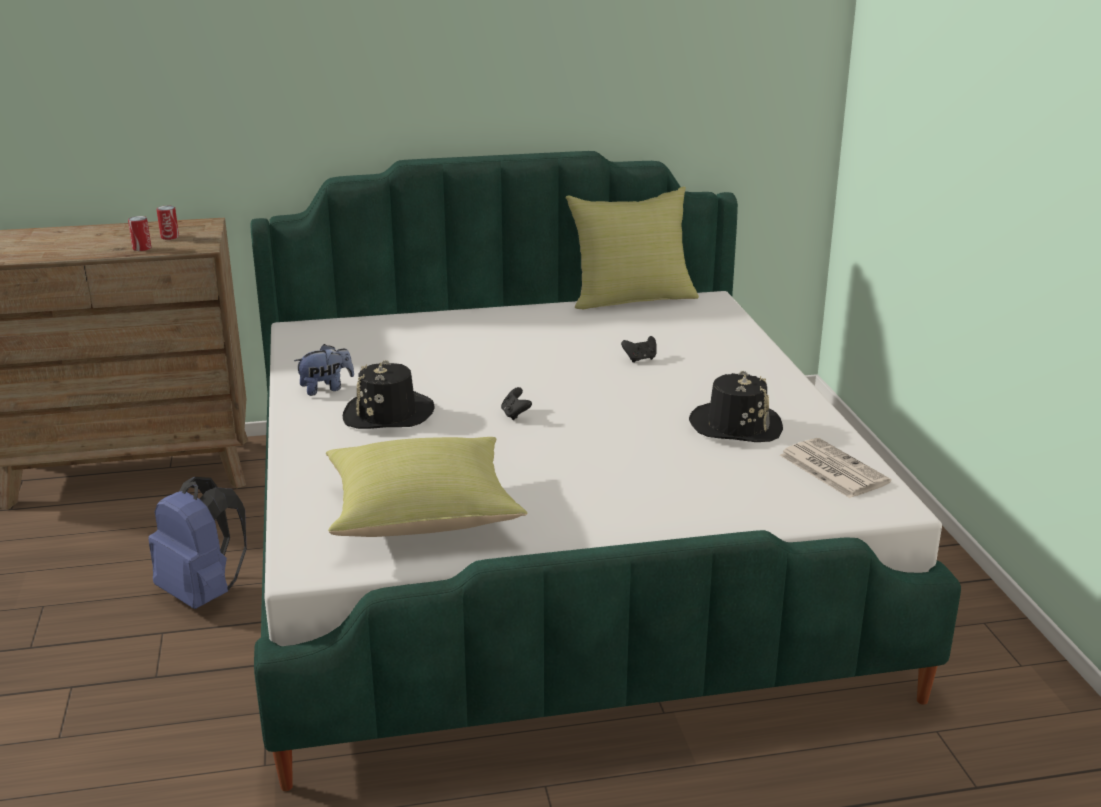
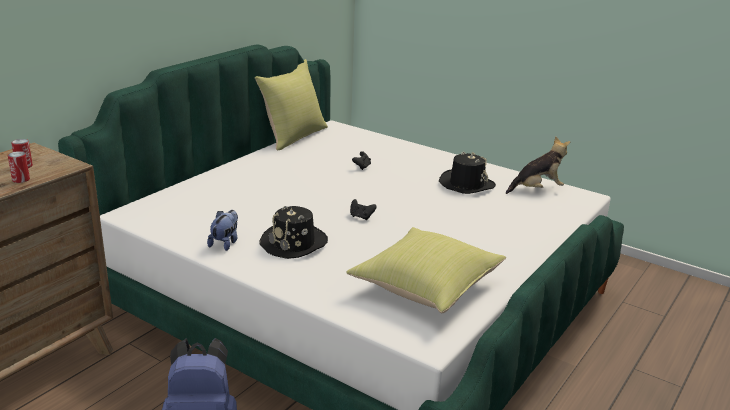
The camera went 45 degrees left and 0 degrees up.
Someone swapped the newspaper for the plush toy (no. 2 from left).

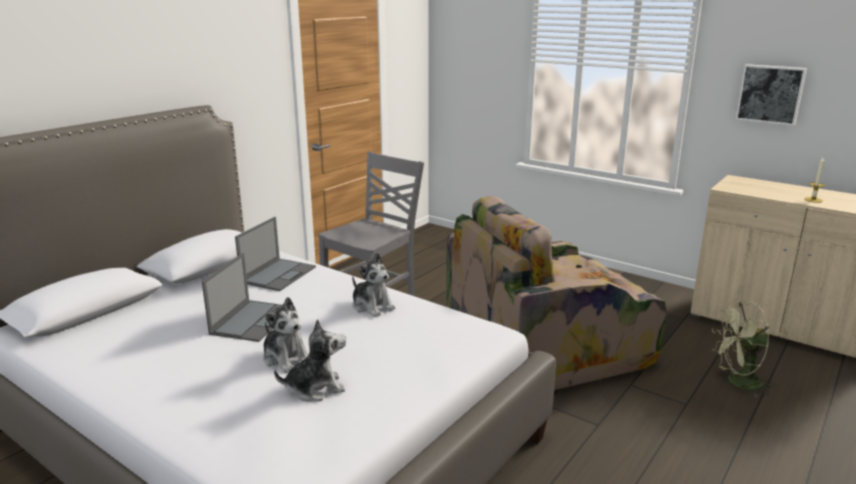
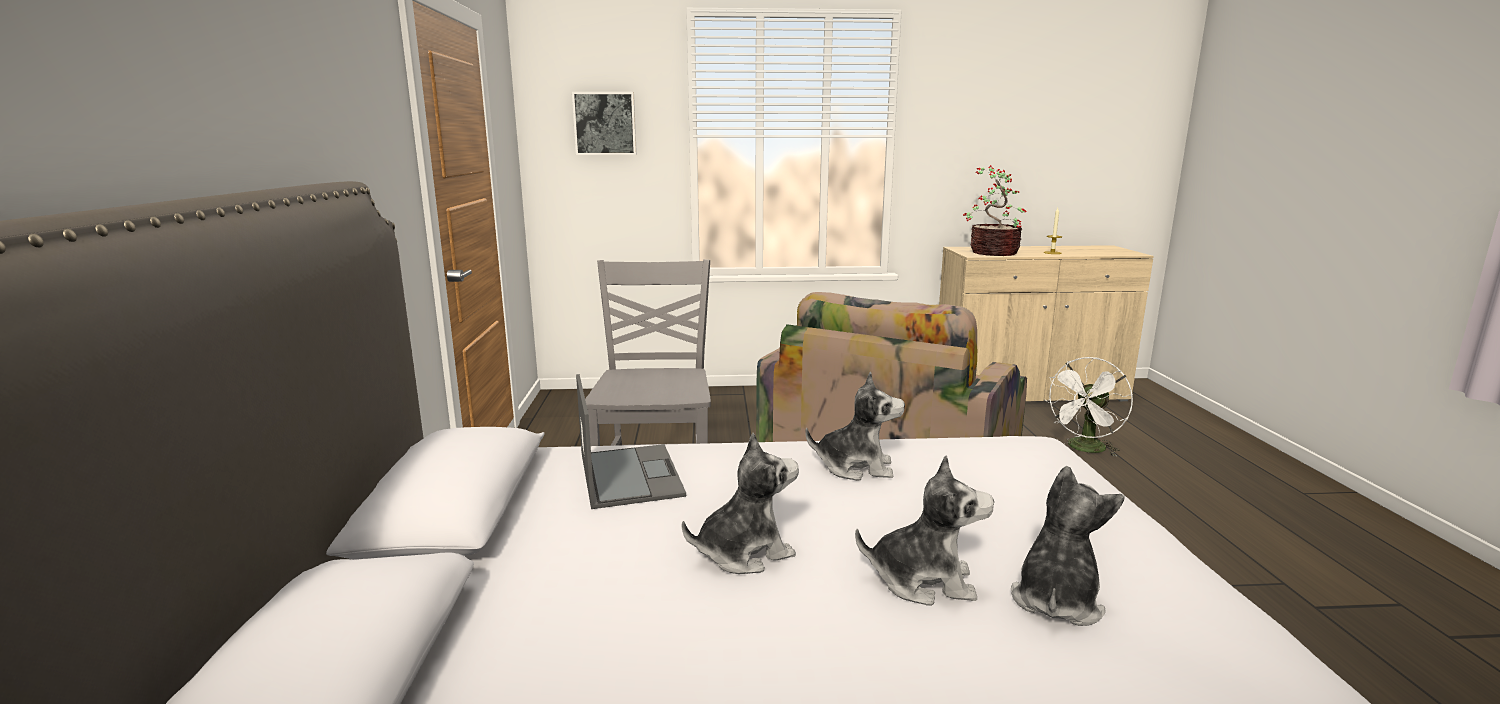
The camera went 40 degrees left and 5 degrees down.
Someone carried the wall picture.
Someone swapped the laptop (no. 1 from left) for the plush toy (no. 1 from left).
Someone repainted the green fan, which became the whitish fan.
Someone put down the potted plant.

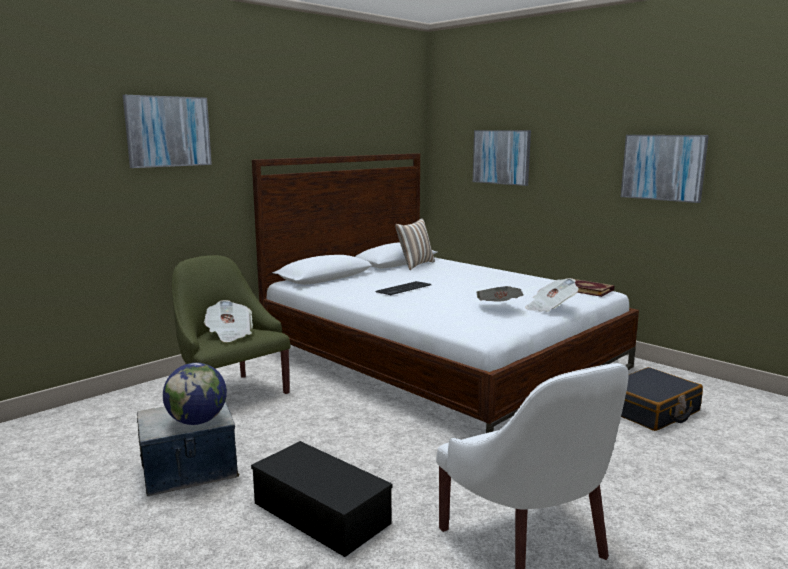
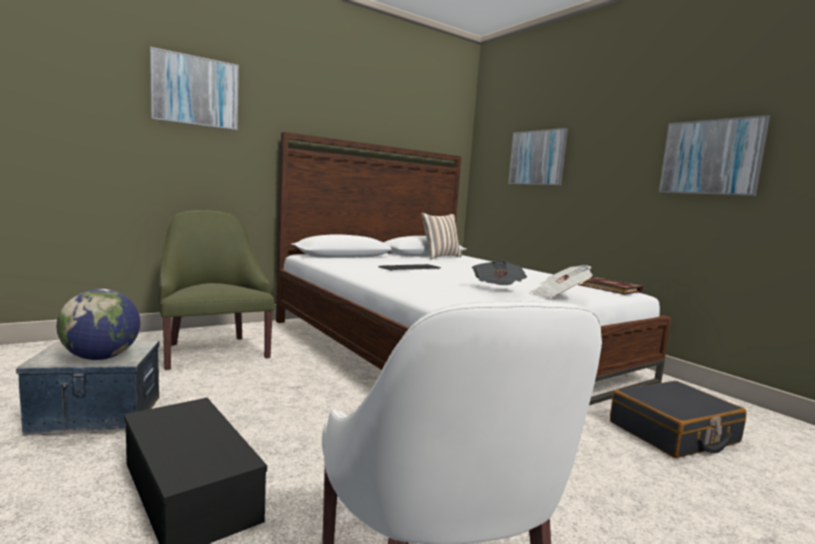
The camera went 10 degrees right and 5 degrees down.
Someone took away the newspaper (no. 1 from left).

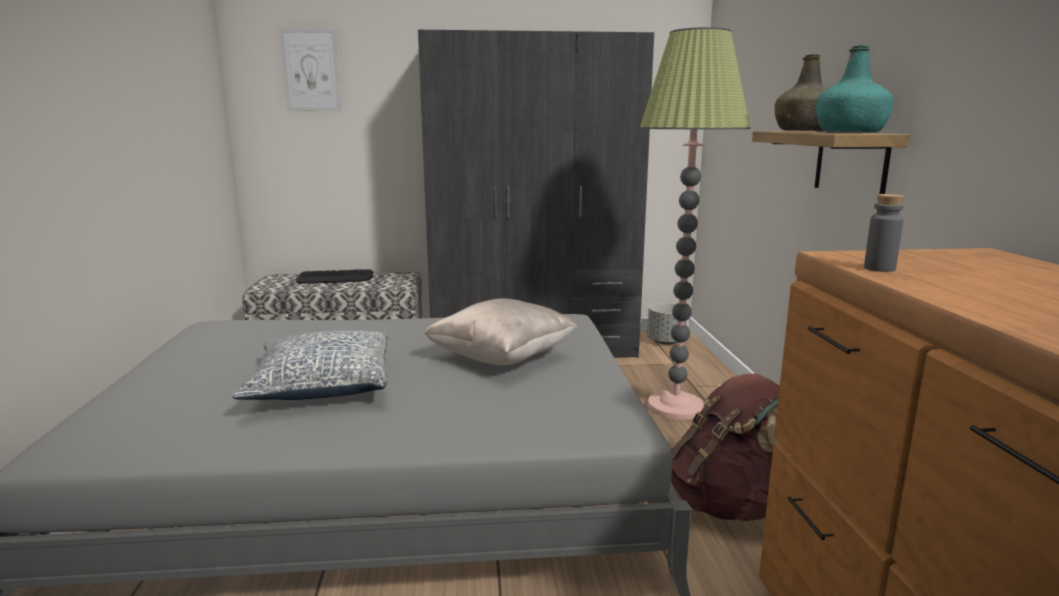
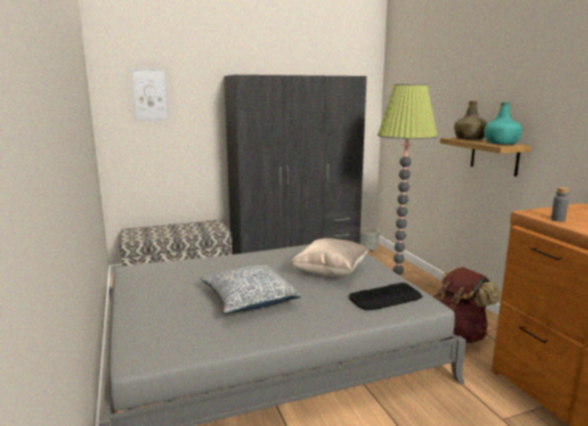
The camera went 15 degrees left and 0 degrees up.
Someone carried the keyboard.

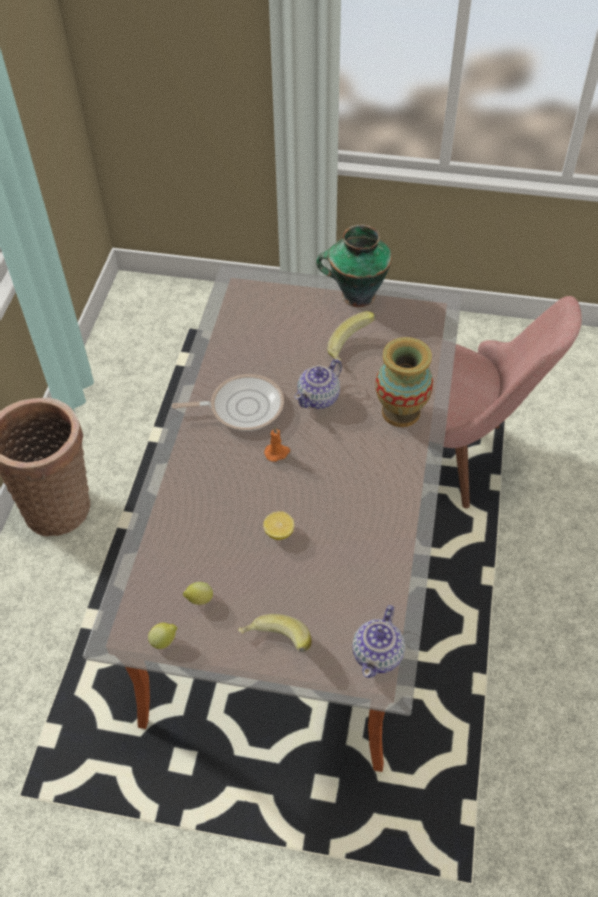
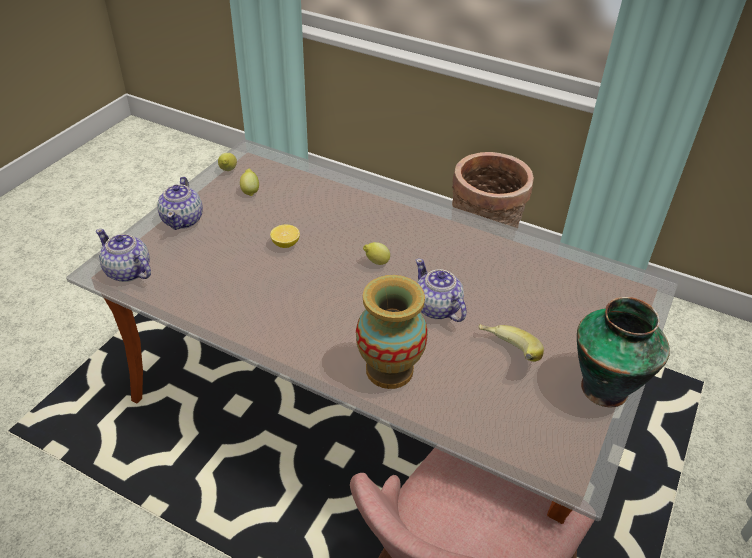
The camera went 105 degrees right and 10 degrees down.
Someone took away the pan.
Someone swapped the orangey wax candle for the whole lemon (no. 4 from left).
Someone swapped the banana (no. 1 from left) for the tea pot (no. 2 from left).

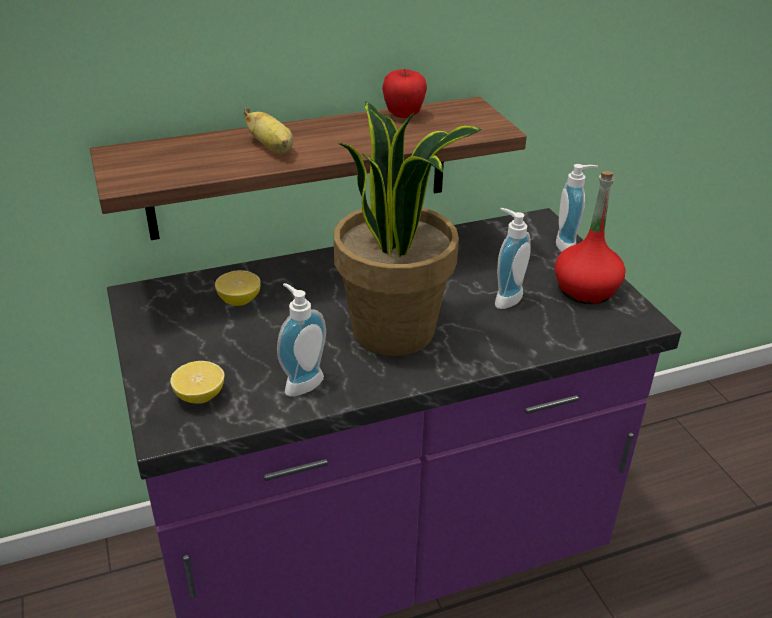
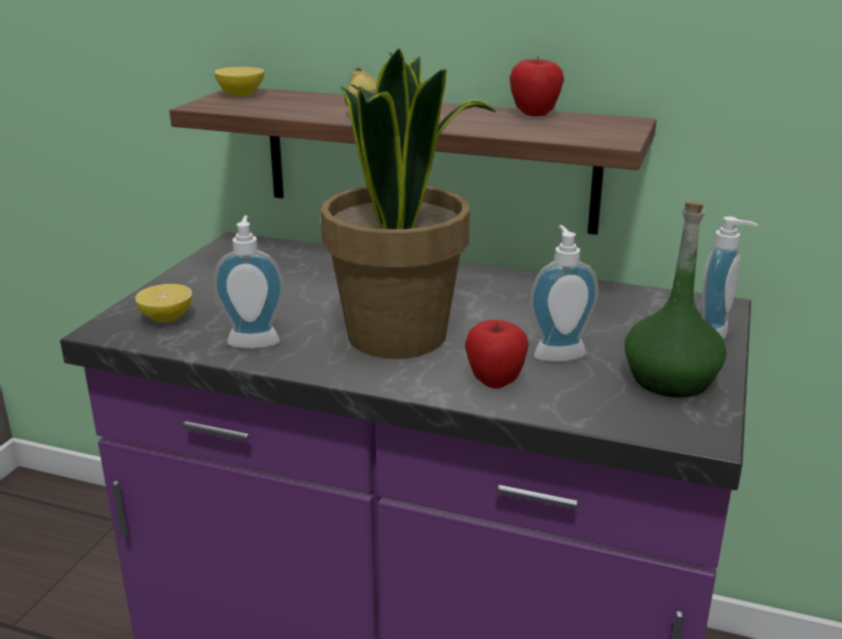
The camera went 40 degrees right and 10 degrees down.
Someone repainted the reddish drink bottle, which became the green drink bottle.
Someone carried the whole lemon (no. 2 from left).
Someone put down the apple (no. 1 from left).

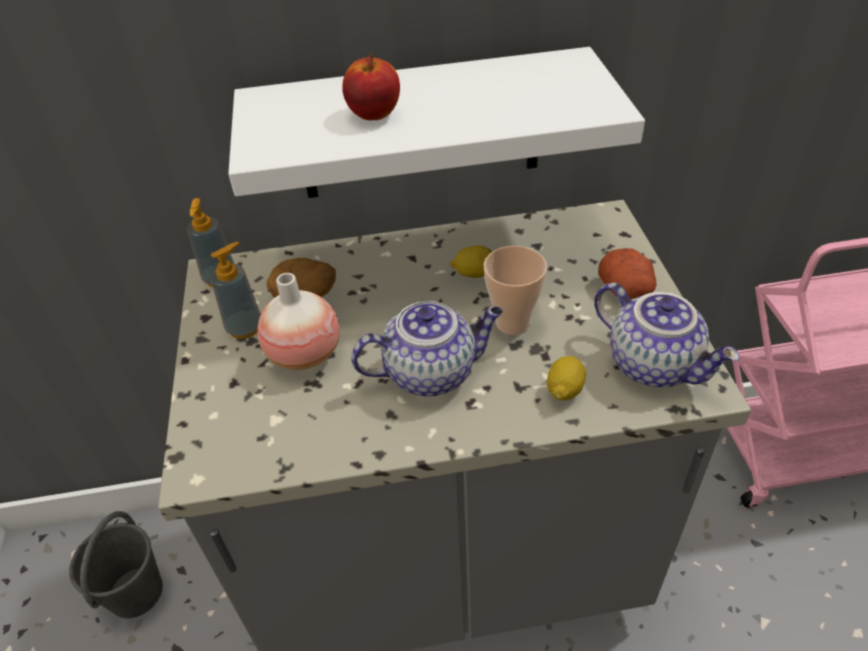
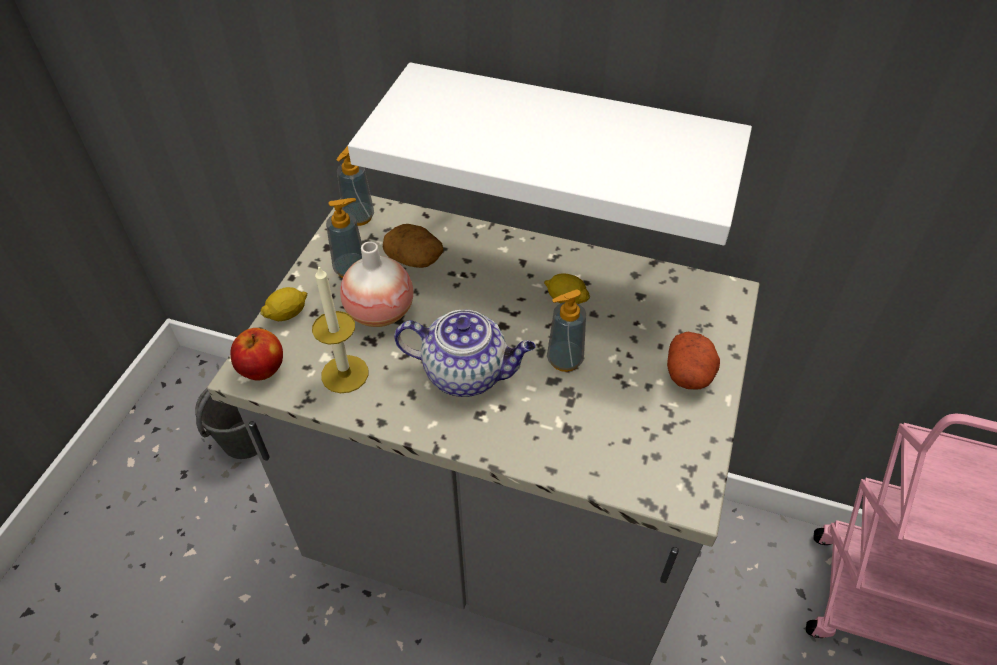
The camera went 25 degrees right and 5 degrees up.
Someone carried the apple.
Someone swapped the cup for the soap dispenser (no. 3 from left).
Someone took away the tea pot (no. 2 from left).
Someone carried the whole lemon (no. 2 from left in the first image).
Someone put down the wax candle.

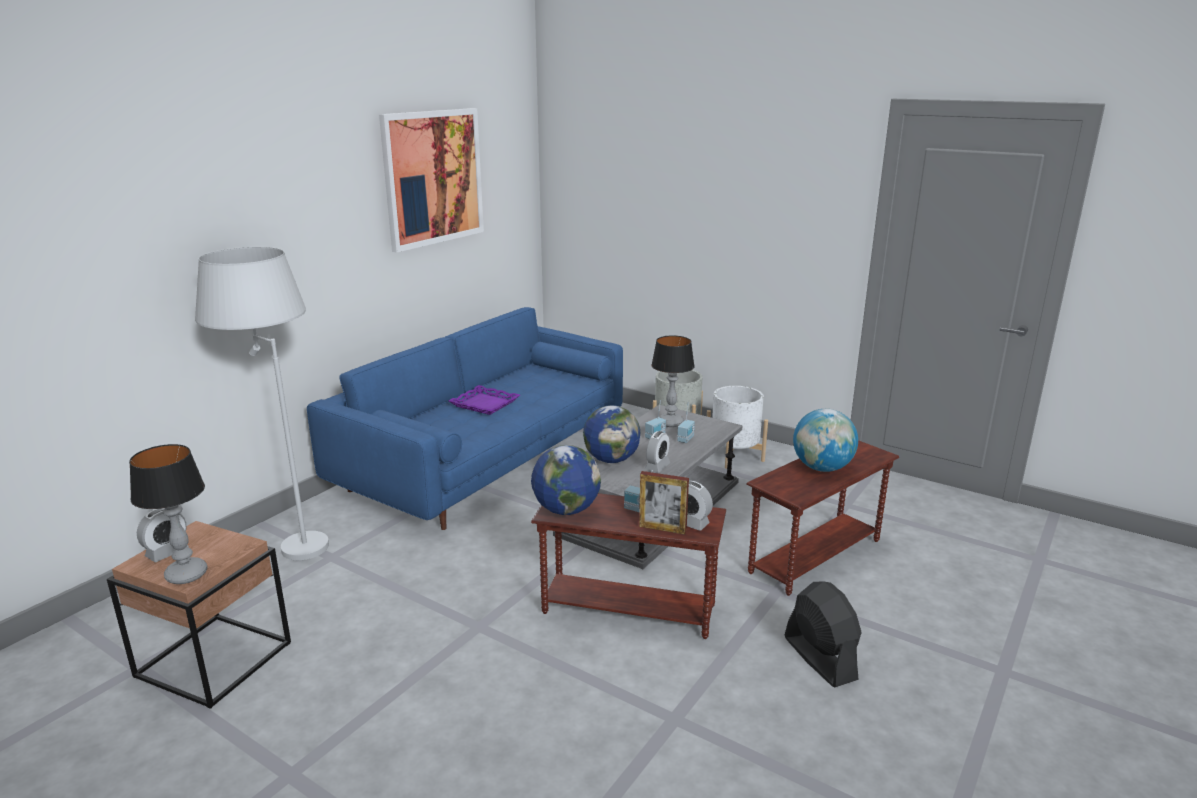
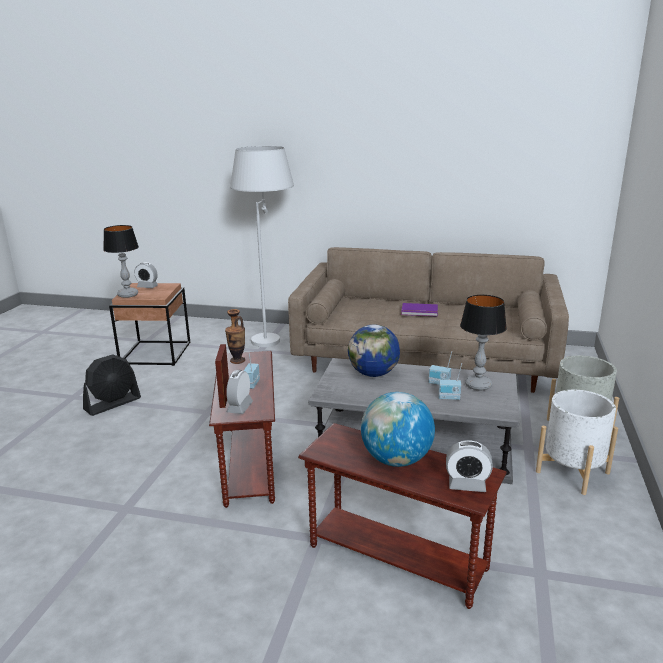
The camera went 70 degrees right and 0 degrees up.
Someone took away the wall picture.
Someone repainted the blue-coloured settee, which became the beige settee.
Someone swapped the purplish serving tray for the purplish bound book.
Someone carried the table clock (no. 2 from left in the first image).
Someone swapped the globe (no. 1 from left) for the flower vase.
Someone carried the black fan.

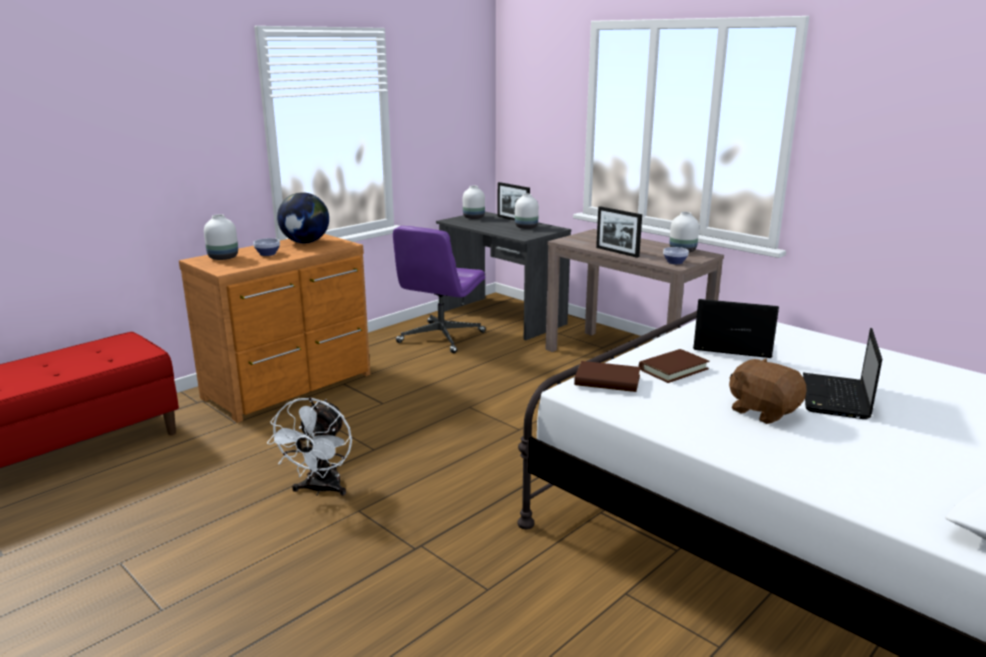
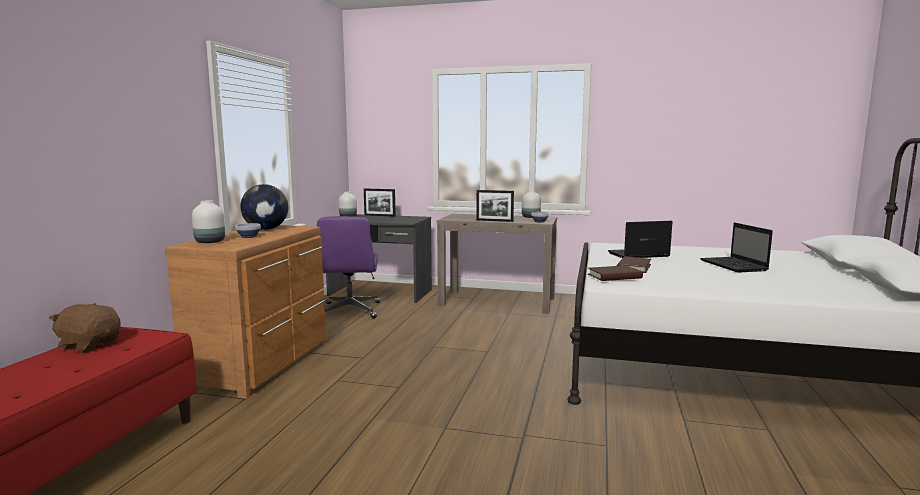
The camera went 30 degrees left and 10 degrees down.
Someone took away the whitish flower vase (no. 3 from left).
Someone carried the brown plush toy.
Someone took away the whitish fan.

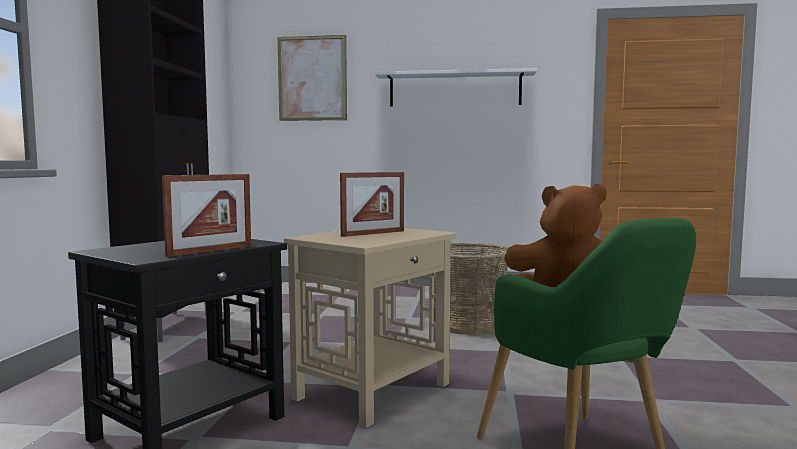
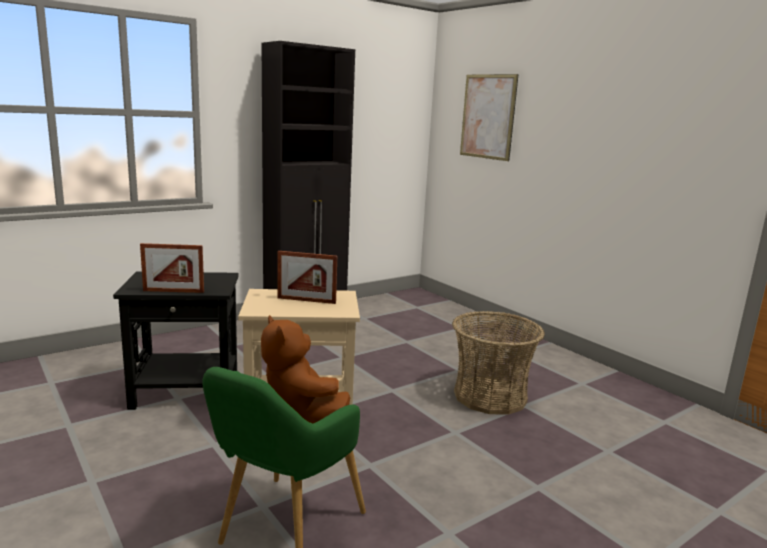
The camera went 45 degrees right and 10 degrees up.
Someone took away the whitish bracket shelf.

